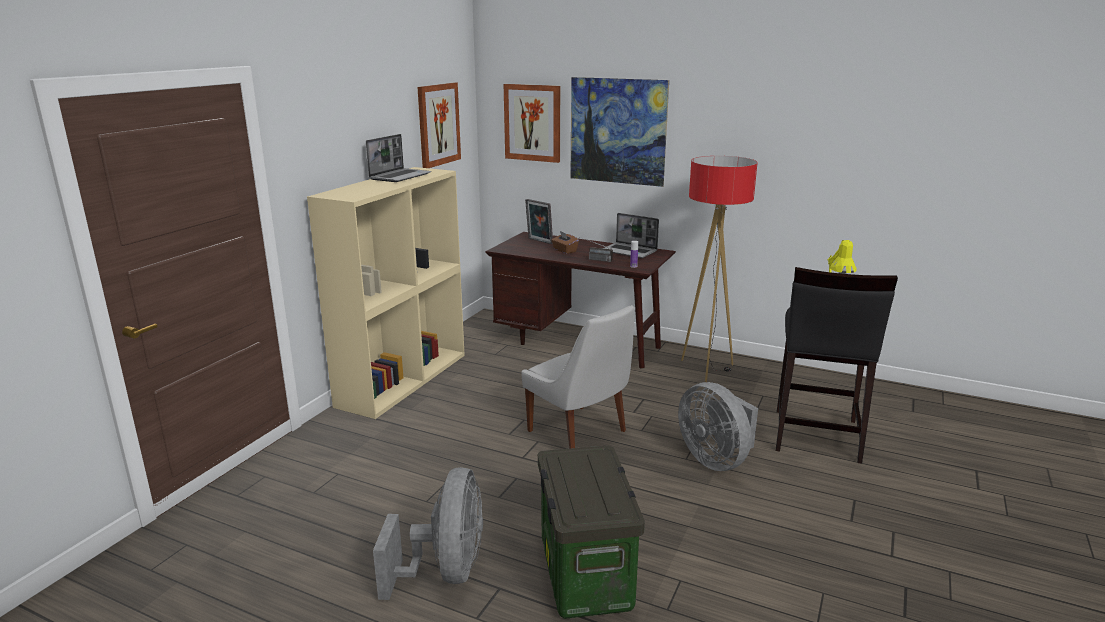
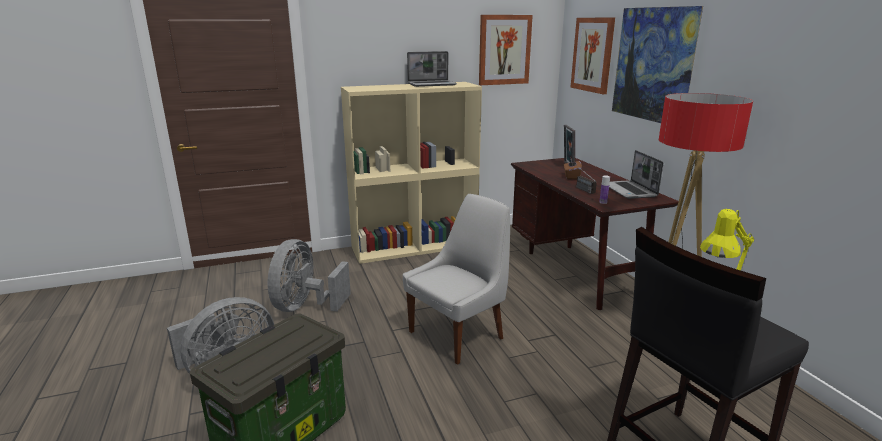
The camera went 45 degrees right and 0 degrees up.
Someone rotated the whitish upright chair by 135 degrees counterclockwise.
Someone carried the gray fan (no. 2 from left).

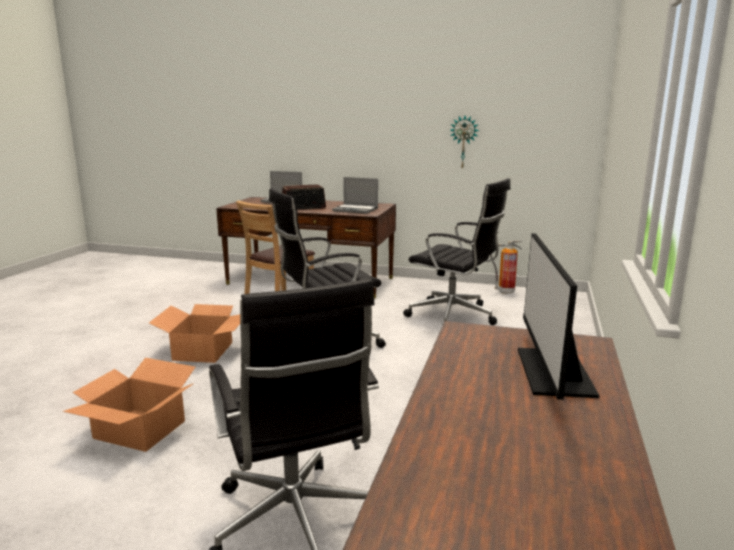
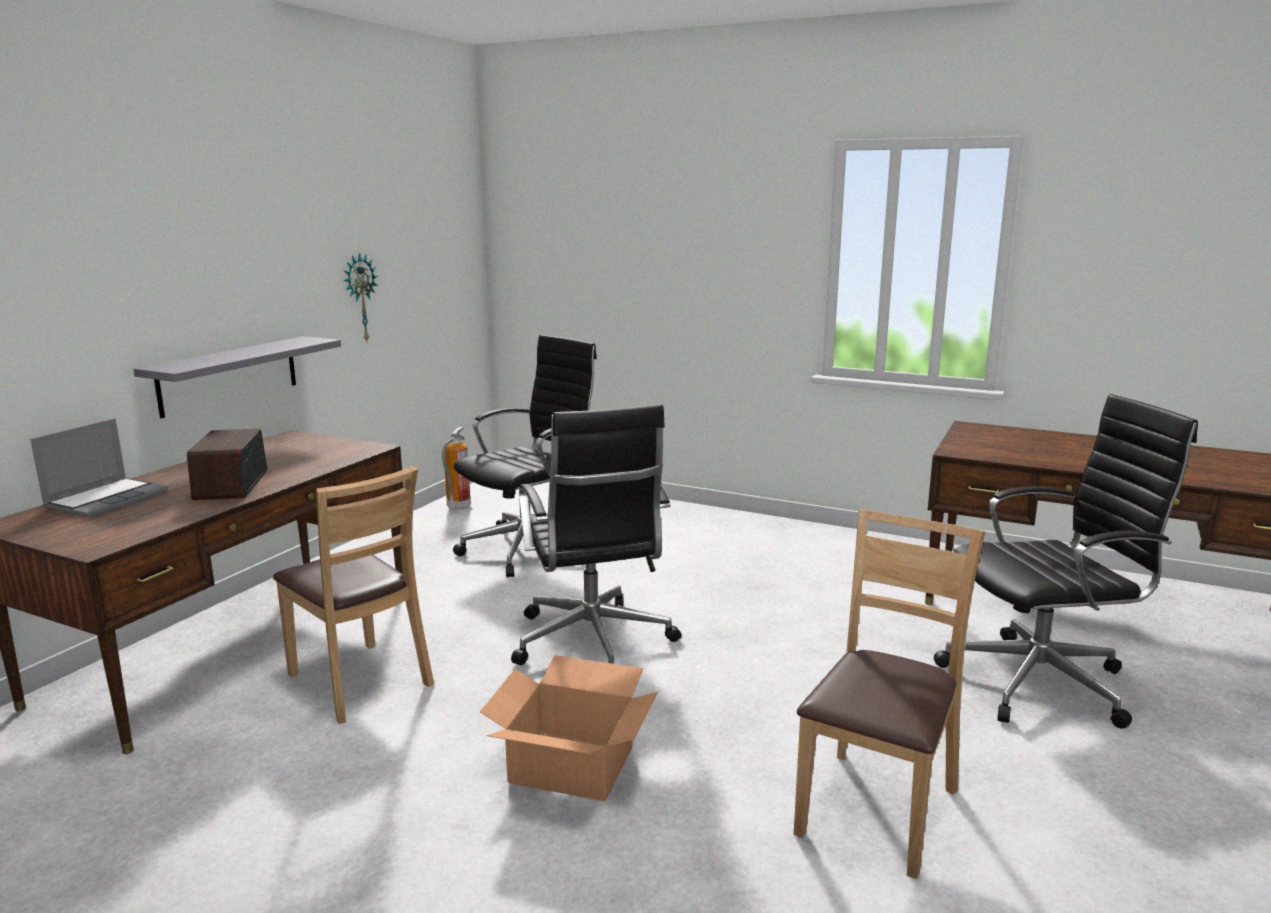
The camera went 80 degrees left and 0 degrees up.
Someone took away the laptop (no. 2 from left).
Someone took away the computer display.
Someone swapped the carton (no. 1 from left) for the brown upright chair (no. 2 from left).
Someone put up the gray bracket shelf.

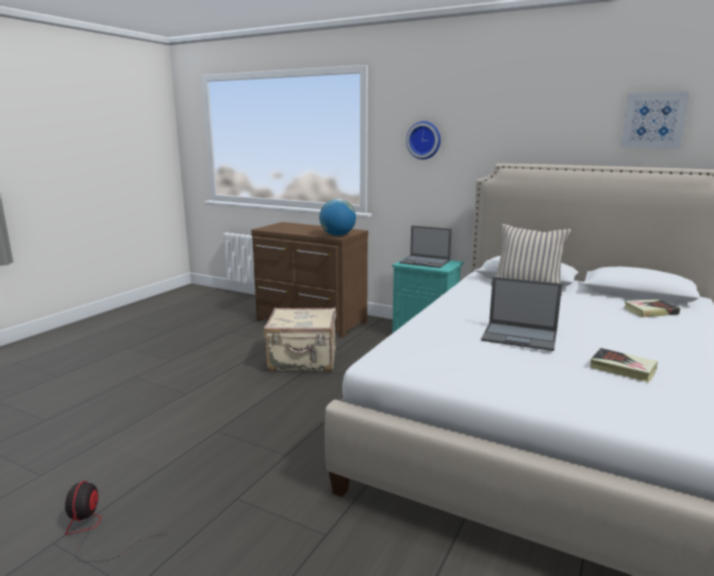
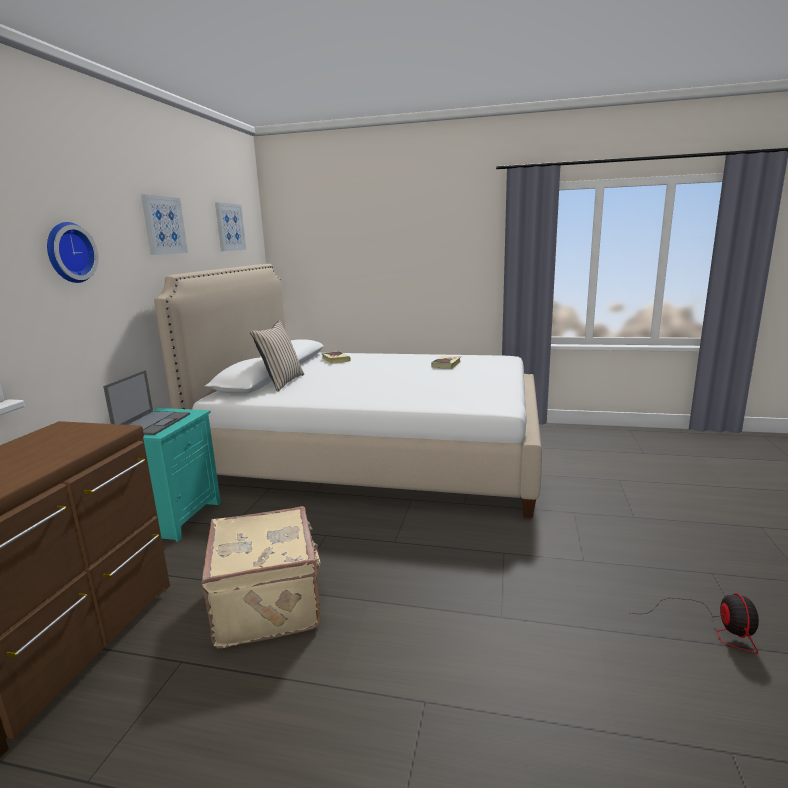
The camera went 105 degrees left and 0 degrees up.
Someone took away the globe.
Someone took away the laptop (no. 2 from left).
Someone rotated the fan by 60 degrees counterclockwise.
Someone put up the wall picture (no. 1 from left).

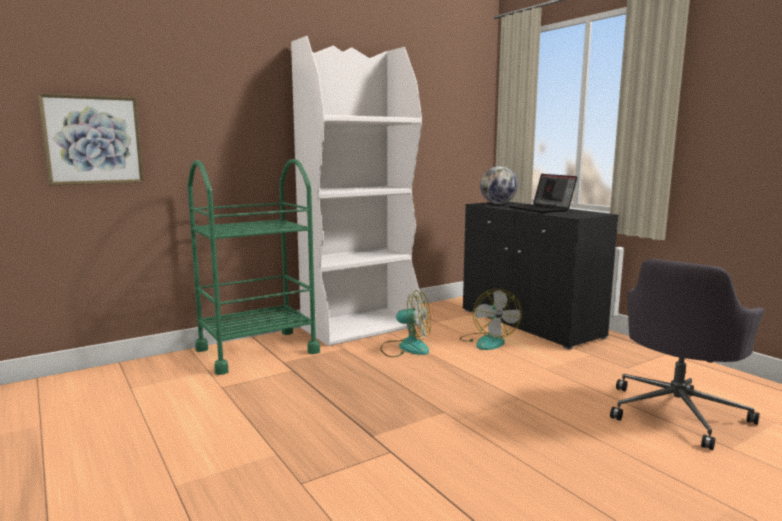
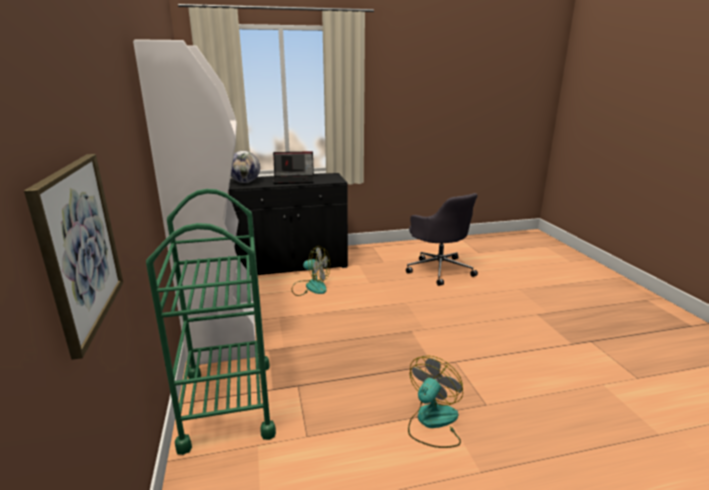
The camera went 70 degrees left and 10 degrees up.
Someone carried the fan (no. 1 from left in the first image).

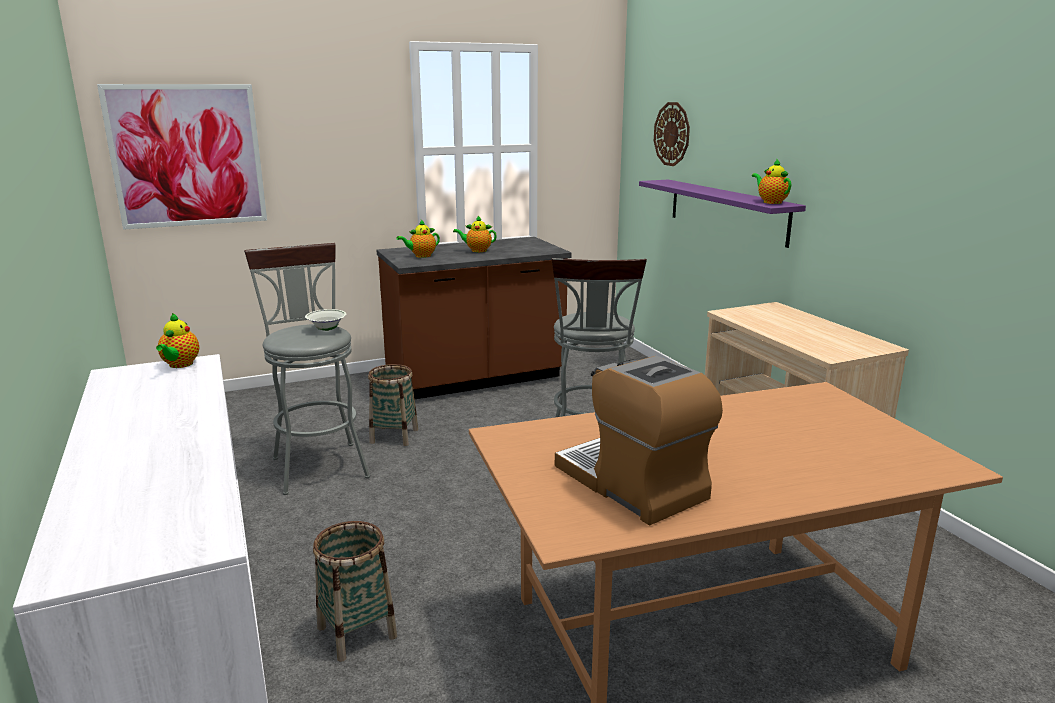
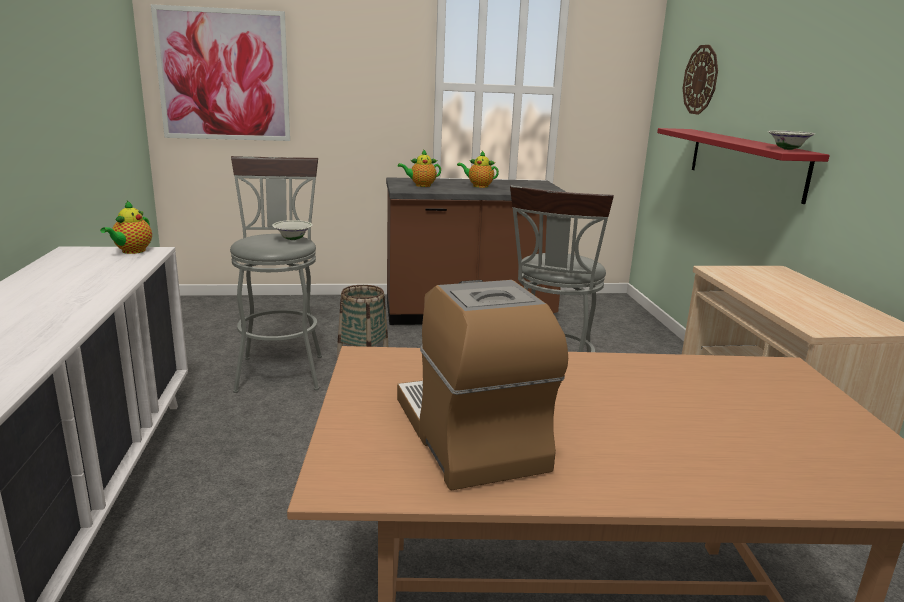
The camera went 15 degrees right and 0 degrees up.
Someone swapped the tea pot (no. 4 from left) for the whitish serving bowl (no. 2 from left).
Someone repainted the purplish bracket shelf, which became the reddish bracket shelf.
Someone took away the household basket (no. 1 from left).

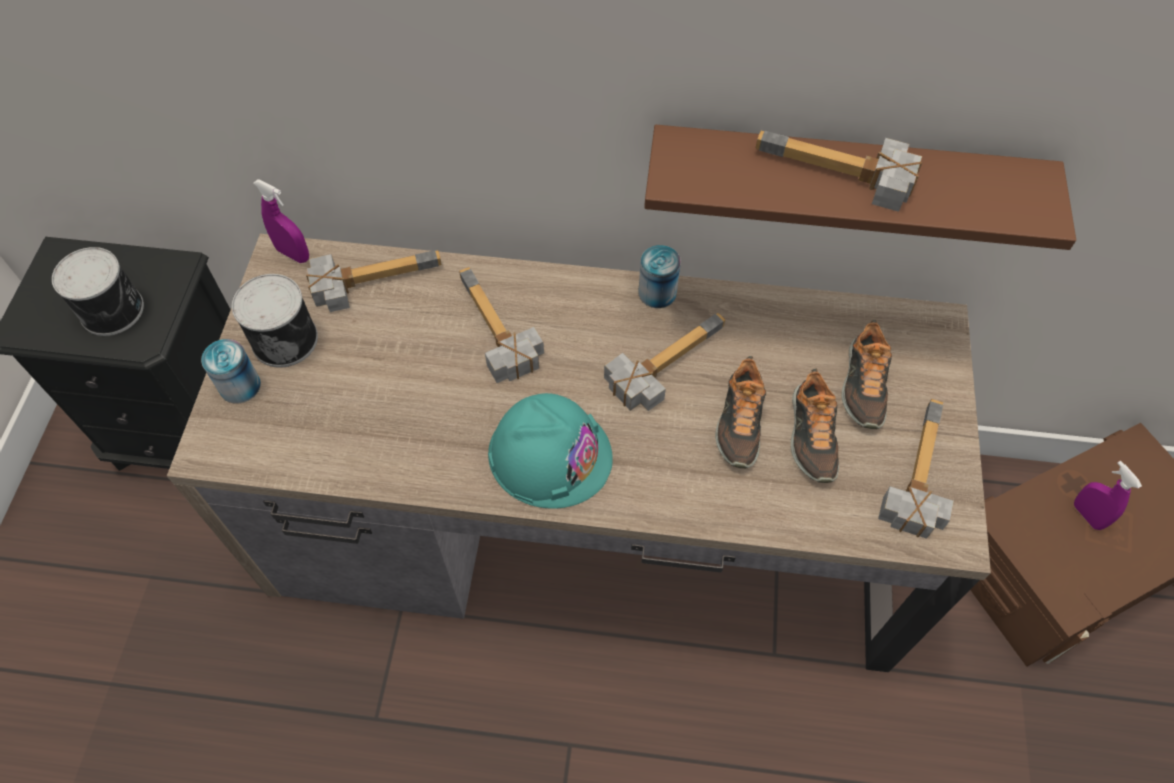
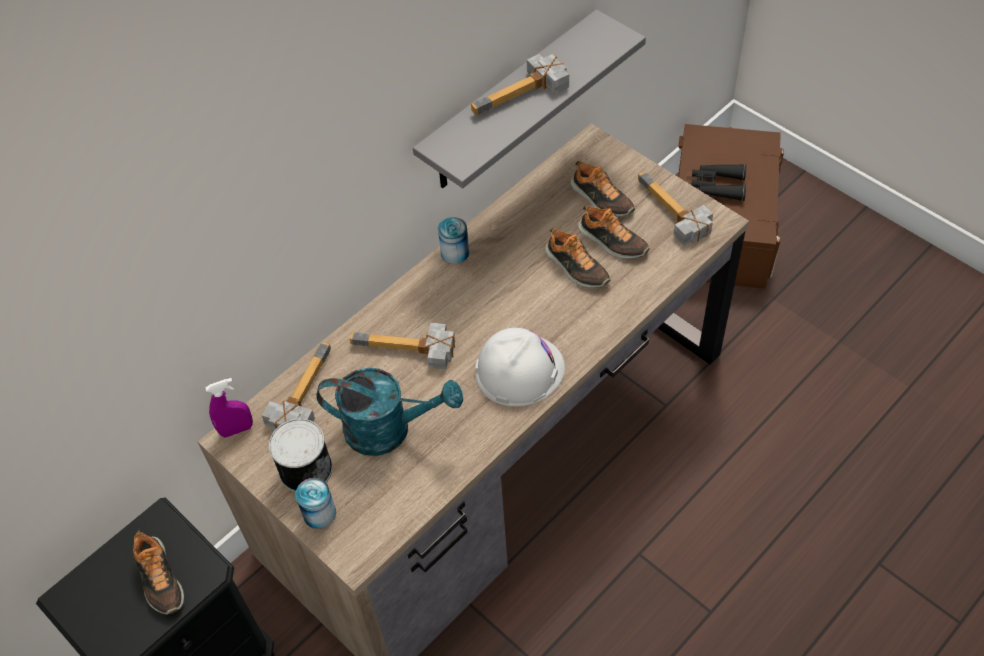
The camera went 50 degrees left and 5 degrees down.
Someone repainted the brown bracket shelf, which became the gray bracket shelf.
Someone swapped the can (no. 1 from left) for the low shoe (no. 1 from left).
Someone took away the hammer (no. 3 from left).
Someone repainted the turquoise-coloured hard hat, which became the whitish hard hat.
Someone swapped the purplish hand sprayer (no. 2 from left) for the black binoculars.
Someone put down the turquoise-coloured sprinkling can.

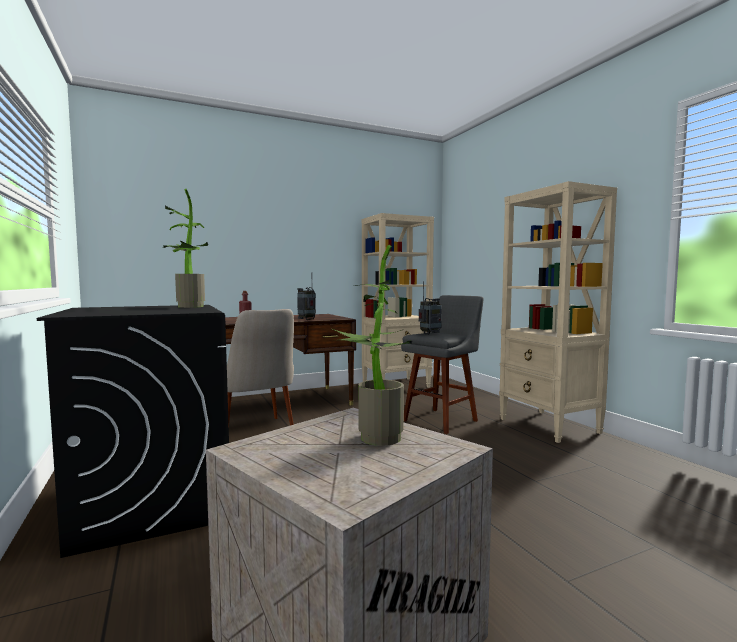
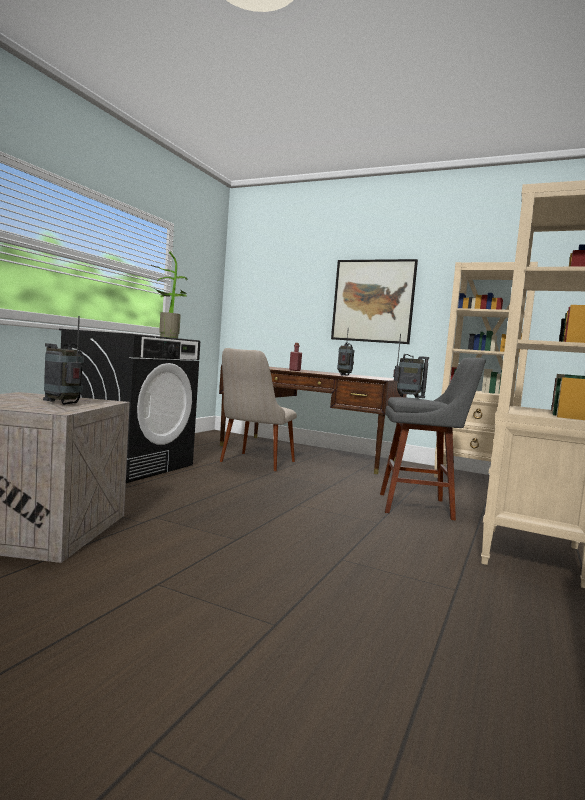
The camera went 50 degrees right and 0 degrees up.
Someone swapped the potted plant (no. 2 from left) for the radio receiver (no. 1 from left).
Someone put up the wall picture.

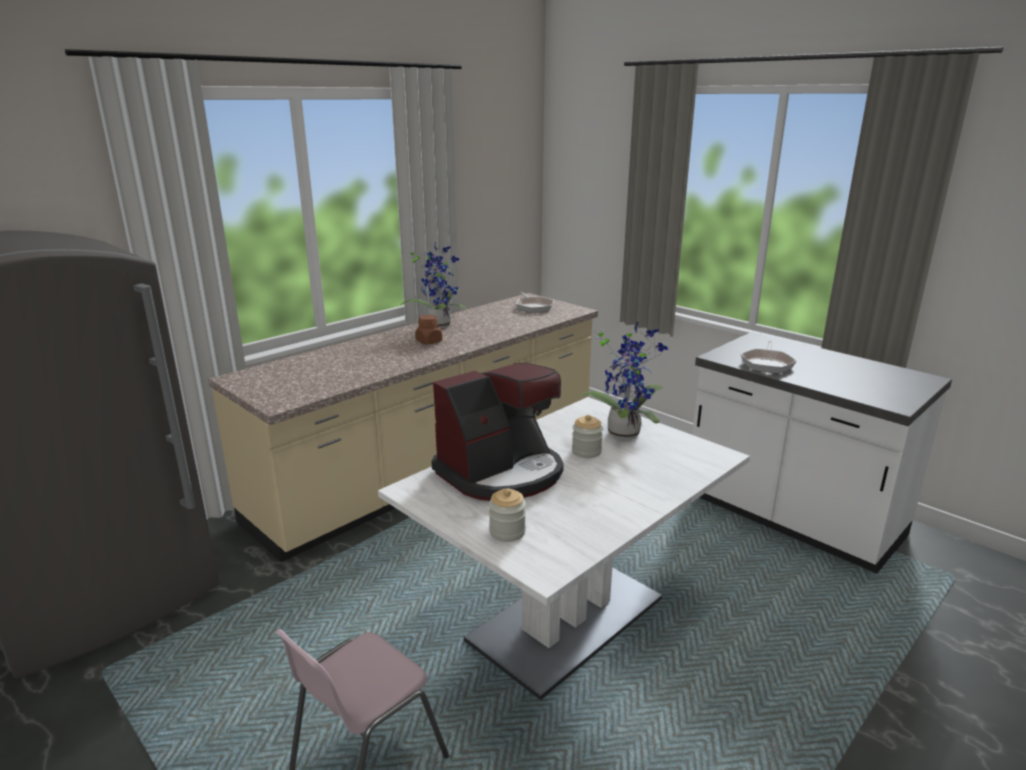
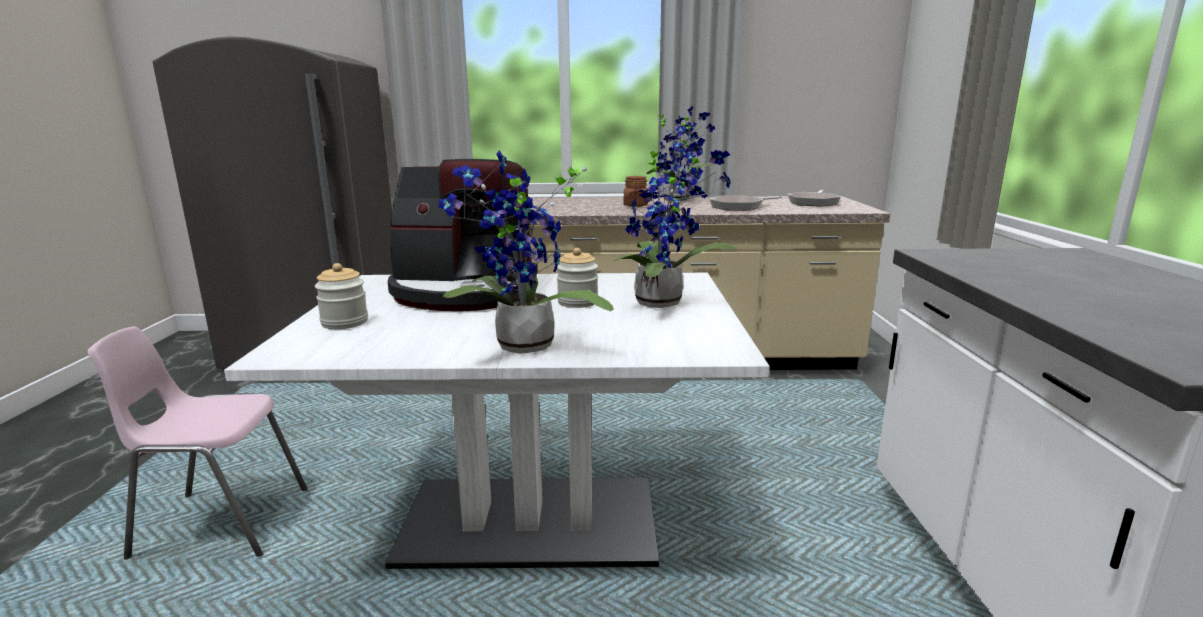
The camera went 45 degrees right and 5 degrees down.
Someone carried the pan (no. 2 from left in the first image).
Someone put down the potted plant (no. 1 from left).

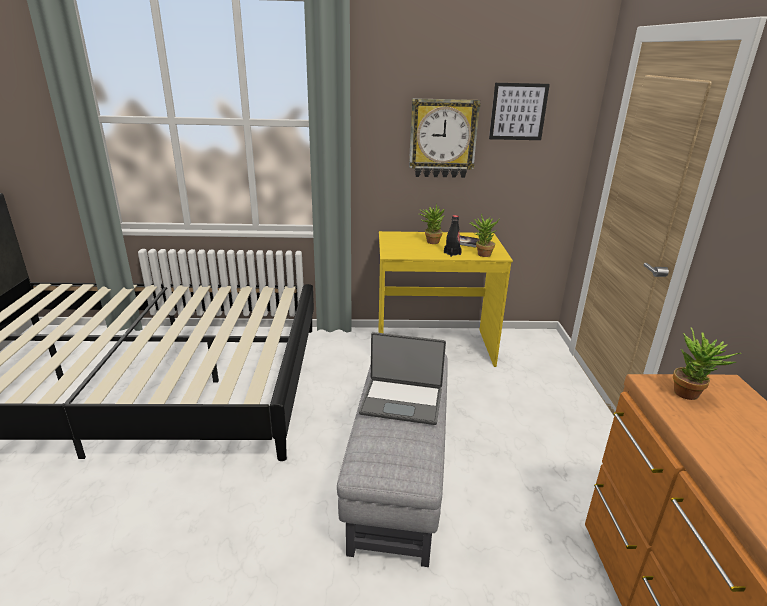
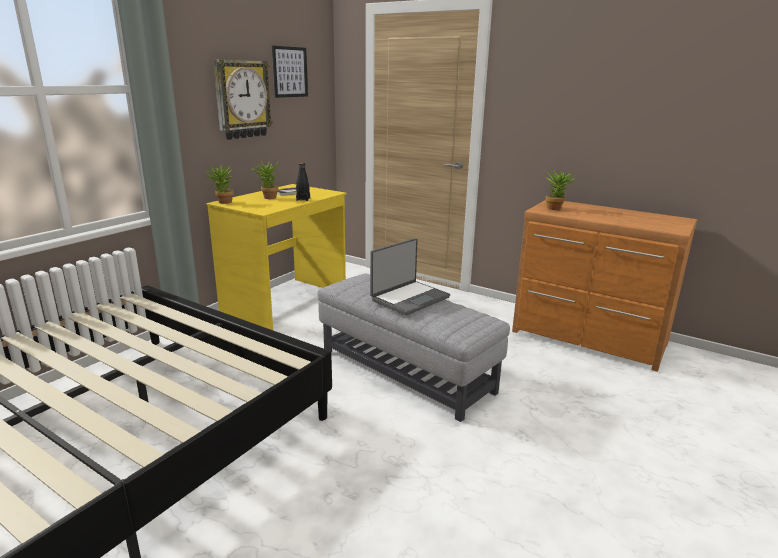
The camera went 55 degrees left and 5 degrees down.
Someone carried the potted plant (no. 2 from left in the first image).

